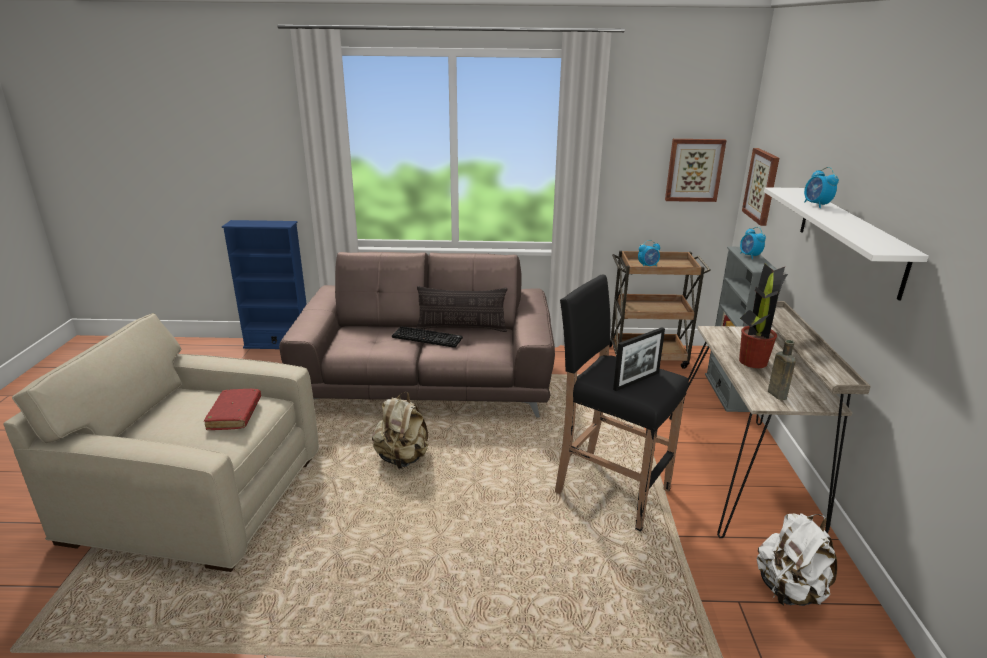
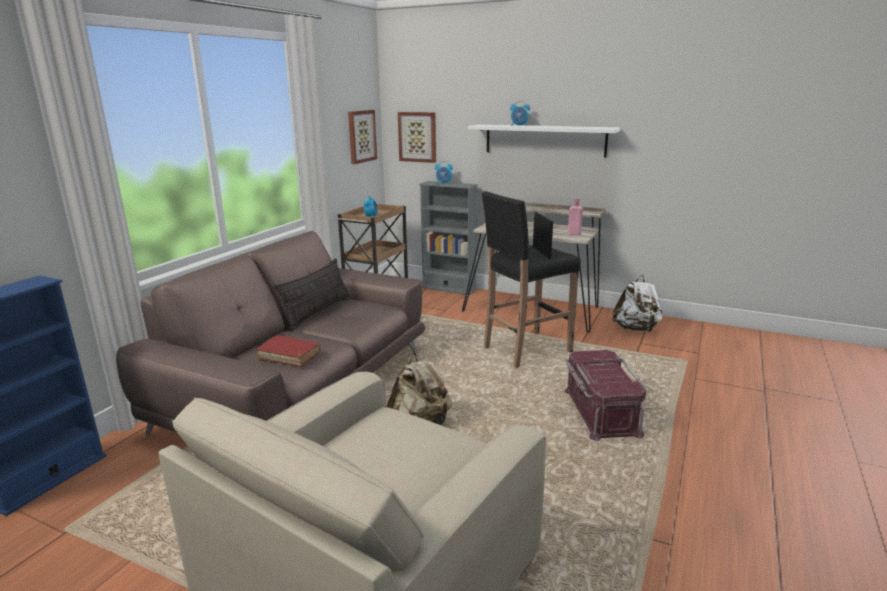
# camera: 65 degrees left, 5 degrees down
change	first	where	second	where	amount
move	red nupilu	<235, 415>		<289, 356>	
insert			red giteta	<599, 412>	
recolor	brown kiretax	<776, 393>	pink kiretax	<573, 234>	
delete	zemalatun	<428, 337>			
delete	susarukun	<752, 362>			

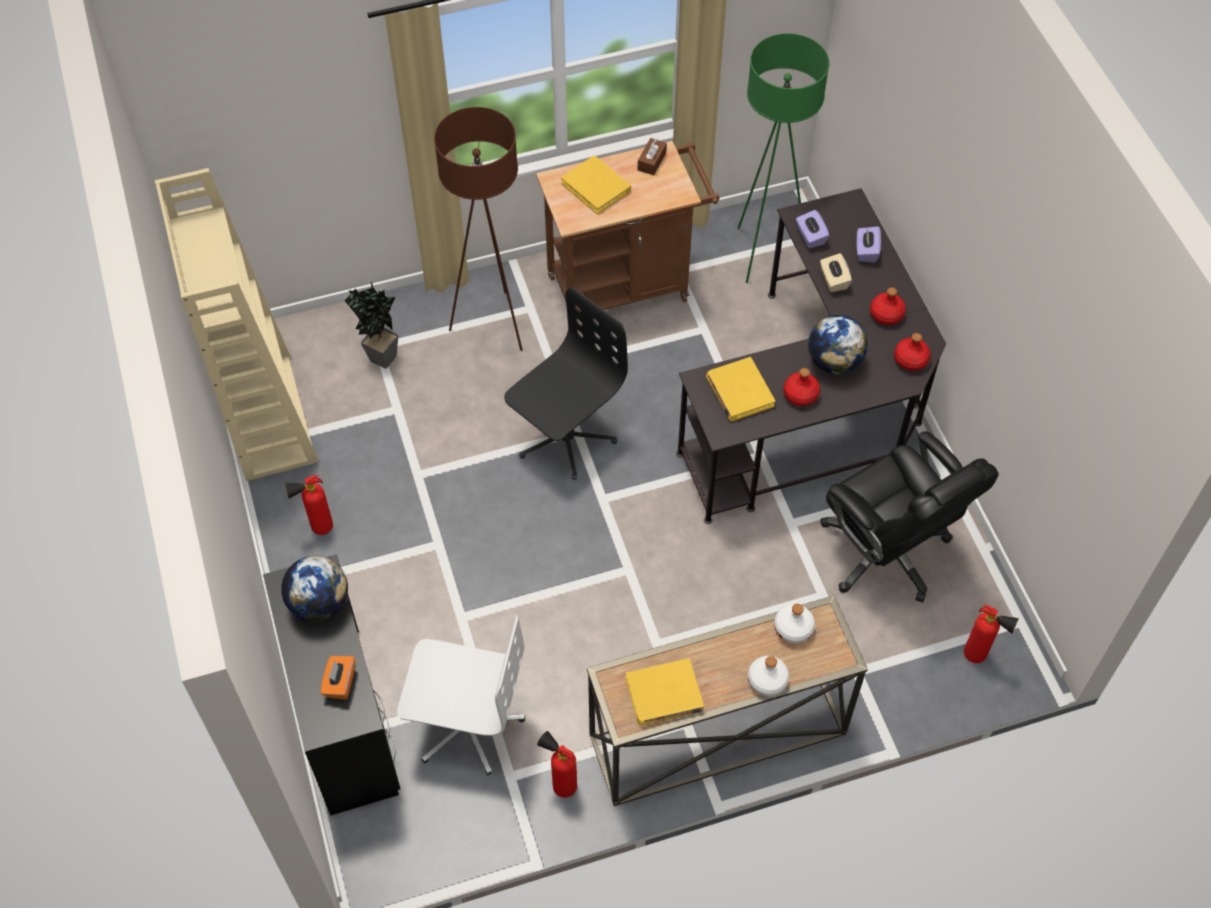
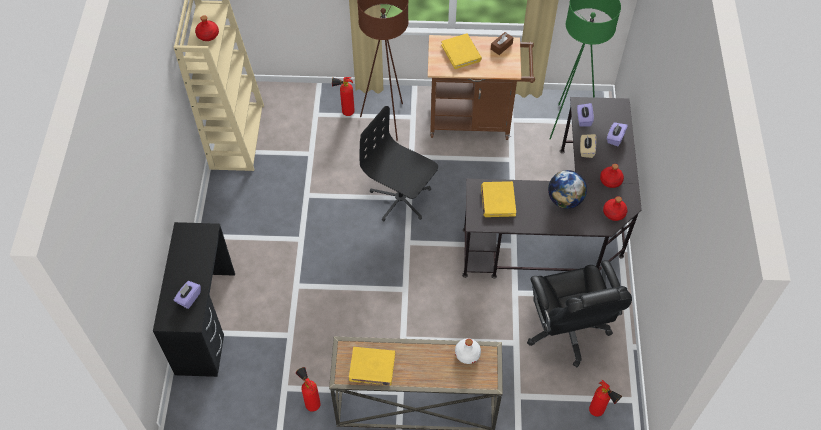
# camera: 20 degrees right, 0 degrees up
change	first	where	second	where	amount
recolor	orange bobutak	<340, 683>	purple bobutak	<189, 298>	
move	red kiretax	<800, 394>		<208, 34>	
move	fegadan	<317, 528>		<345, 112>	
rotate	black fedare	<564, 437>		<400, 199>	120 degrees counterclockwise
delete	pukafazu	<320, 604>			
delete	susarukun	<381, 354>			
delete	white fedare	<467, 725>			
delete	white kiretax	<767, 680>			

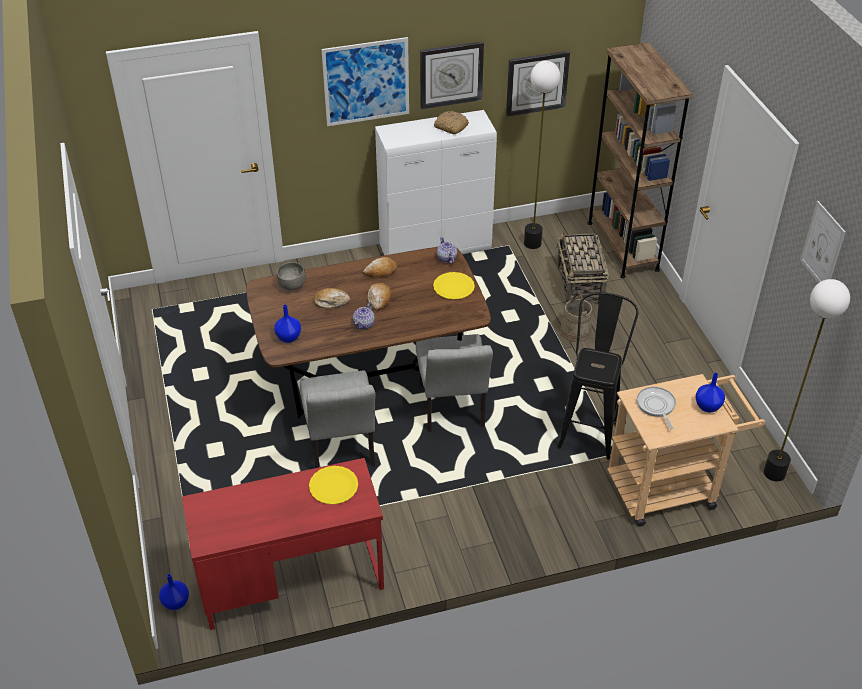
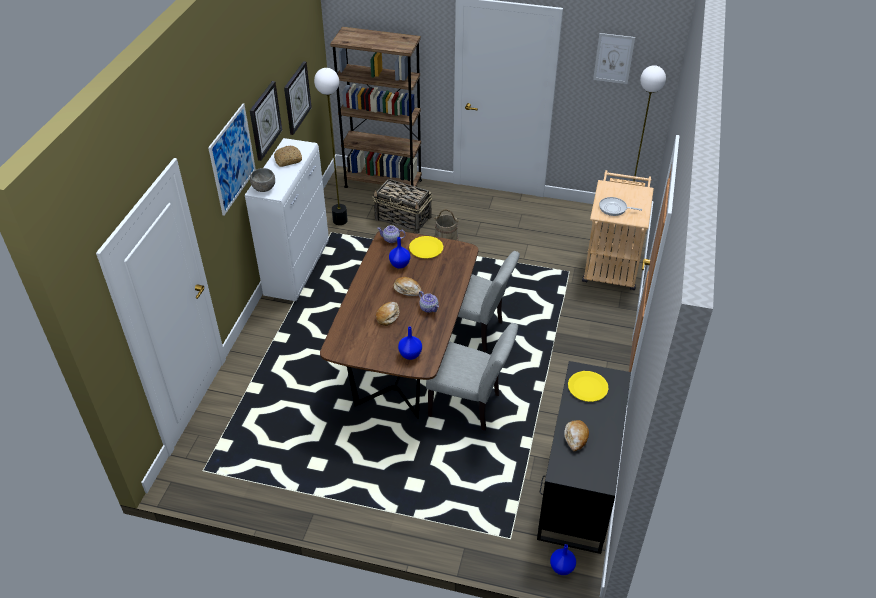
# camera: 60 degrees left, 0 degrees up
change	first	where	second	where	amount
move	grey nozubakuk	<291, 285>		<263, 188>	
move	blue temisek	<708, 407>		<400, 264>	
recolor	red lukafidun	<291, 578>	black lukafidun	<578, 484>	
move	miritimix	<381, 271>		<576, 437>	
delete	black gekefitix	<589, 428>			

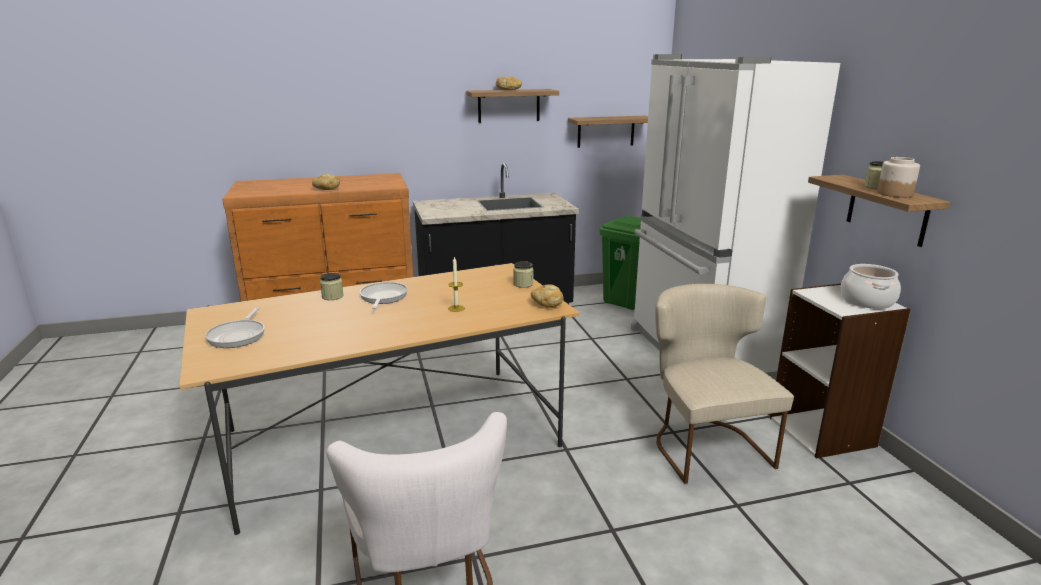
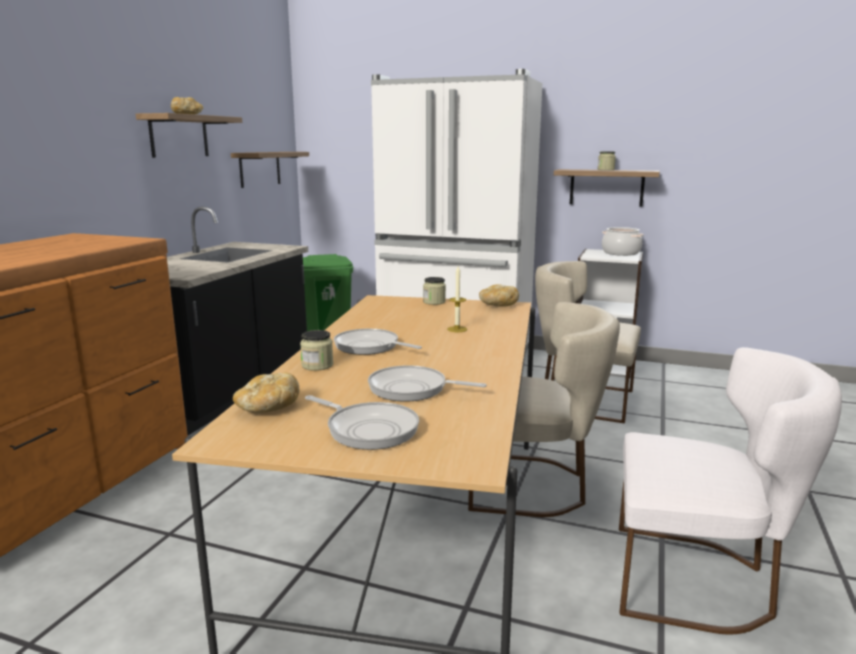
# camera: 55 degrees left, 5 degrees down
change	first	where	second	where	amount
move	miritimix	<326, 189>		<268, 409>	
insert			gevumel	<412, 389>	
insert			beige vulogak	<533, 485>	
delete	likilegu	<894, 194>			

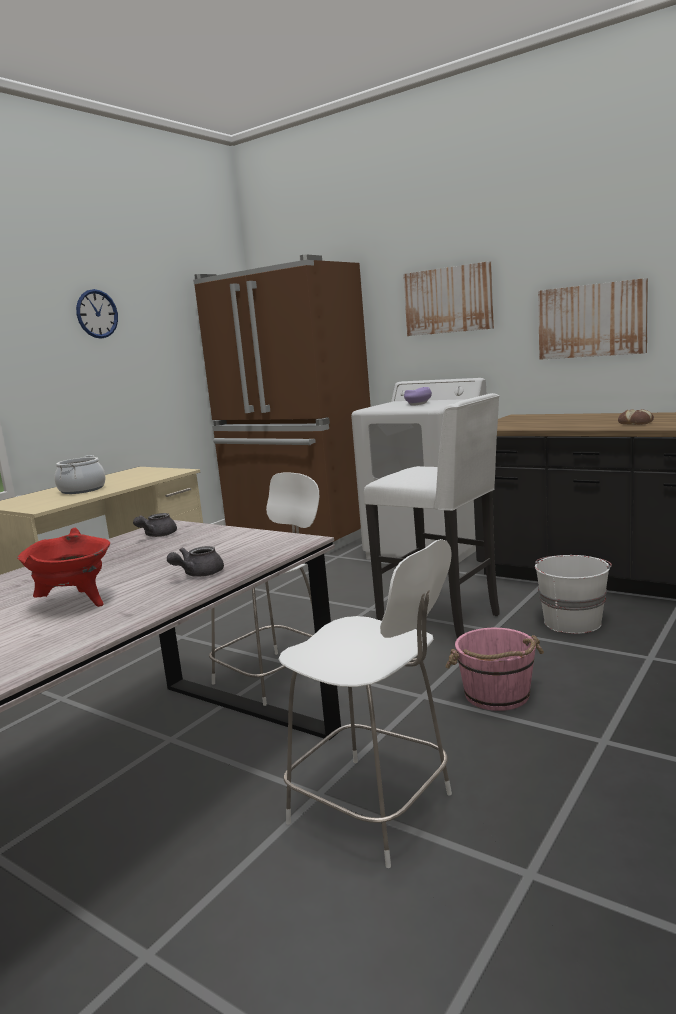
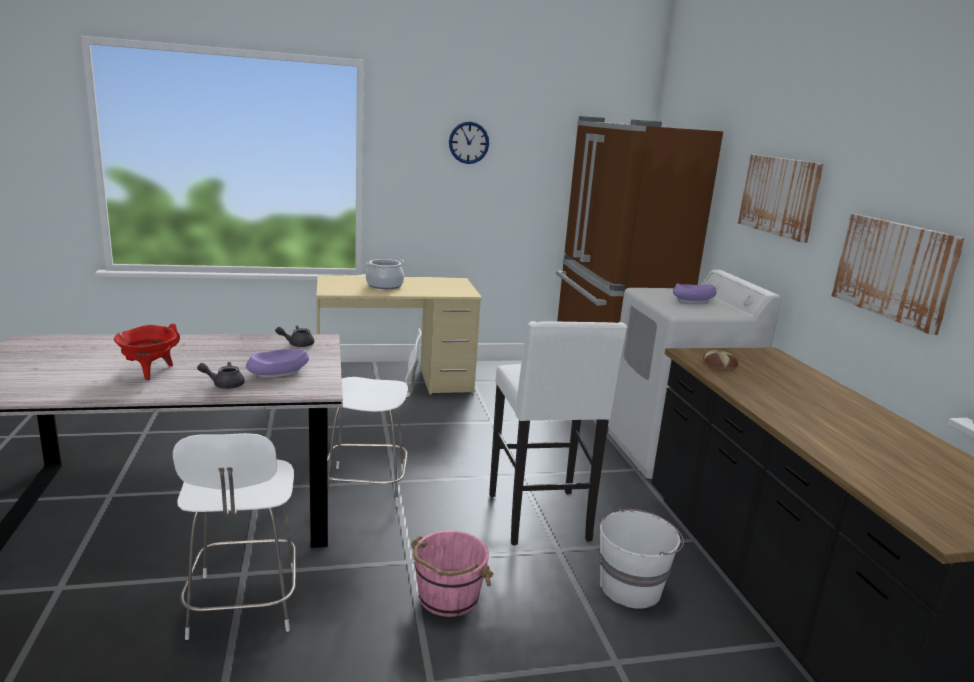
# camera: 40 degrees right, 5 degrees up
change	first	where	second	where	amount
insert			purple nozubakuk	<278, 373>	
move	miritimix	<636, 423>		<719, 365>	

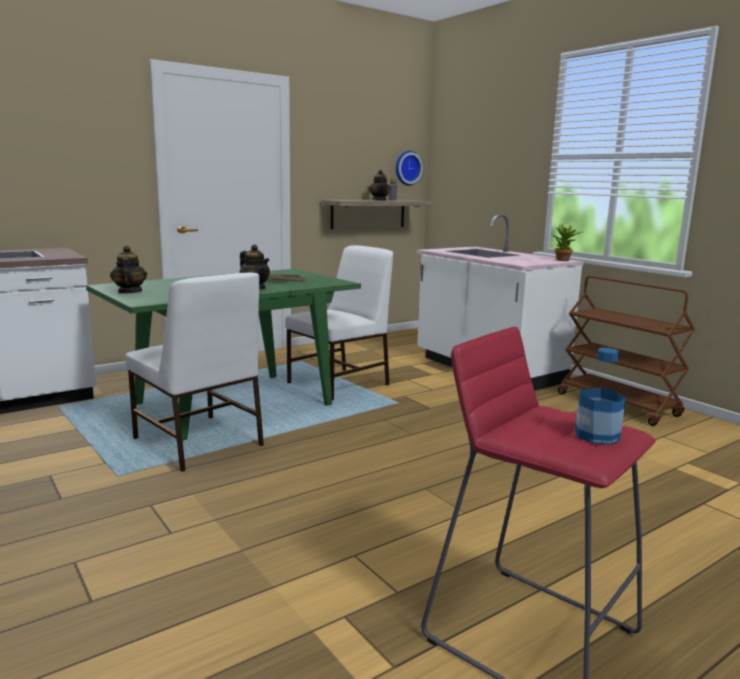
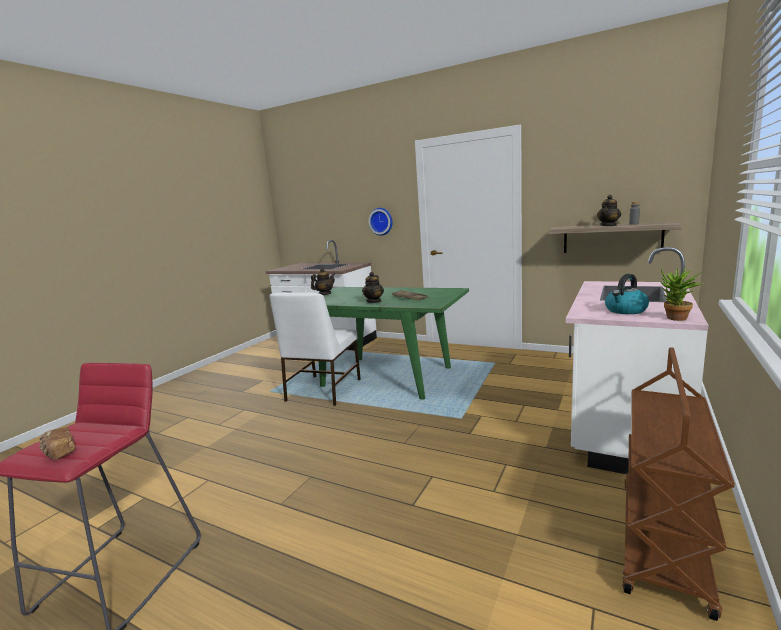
# camera: 65 degrees right, 0 degrees up
change	first	where	second	where	amount
replace	kiretax	<597, 435>	miritimix	<59, 452>	
move	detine	<407, 168>		<381, 221>	
insert			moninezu	<625, 310>	
delete	white vulogak	<340, 384>			

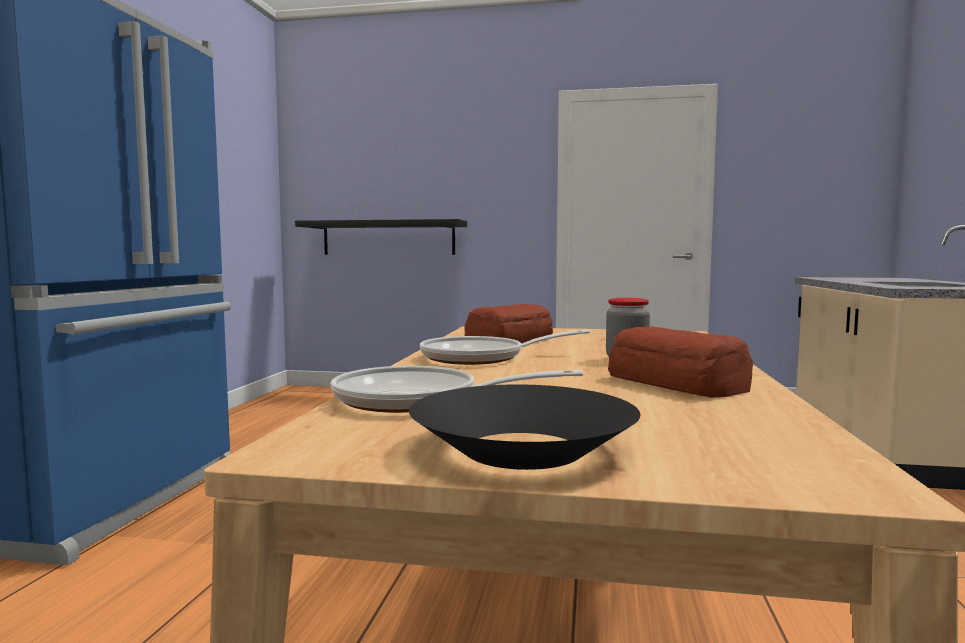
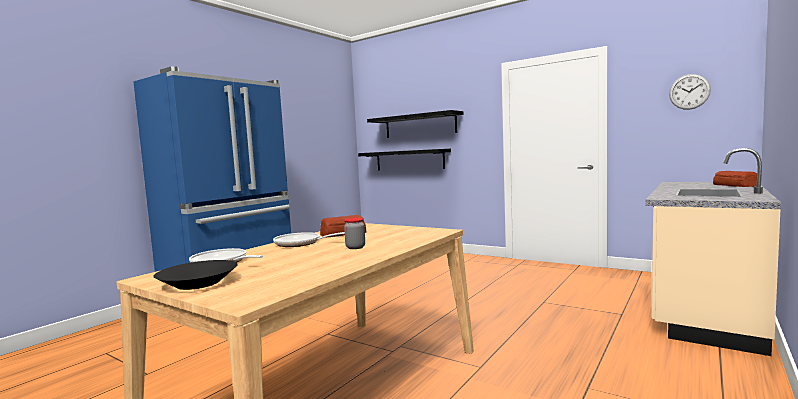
# camera: 25 degrees right, 0 degrees up
change	first	where	second	where	amount
insert			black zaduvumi	<420, 125>	
insert			detine	<689, 91>	
move	miritimix	<675, 383>		<735, 185>	

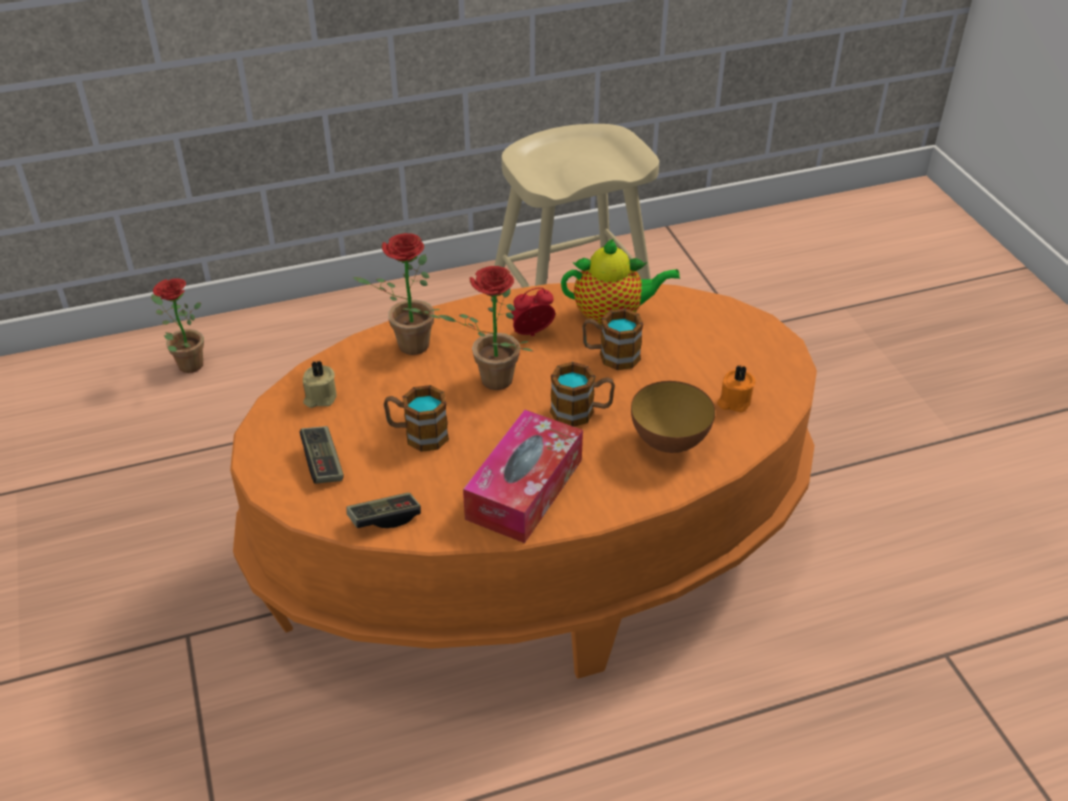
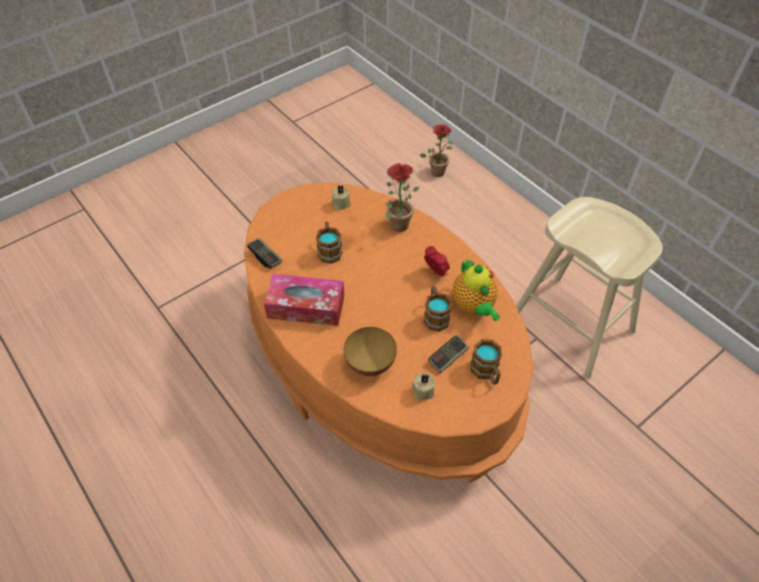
# camera: 70 degrees right, 10 degrees up
change	first	where	second	where	amount
recolor	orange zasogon	<733, 401>	beige zasogon	<422, 390>	
move	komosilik	<323, 463>		<448, 358>	
move	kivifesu	<581, 412>		<486, 372>	
delete	susarukun	<490, 382>			

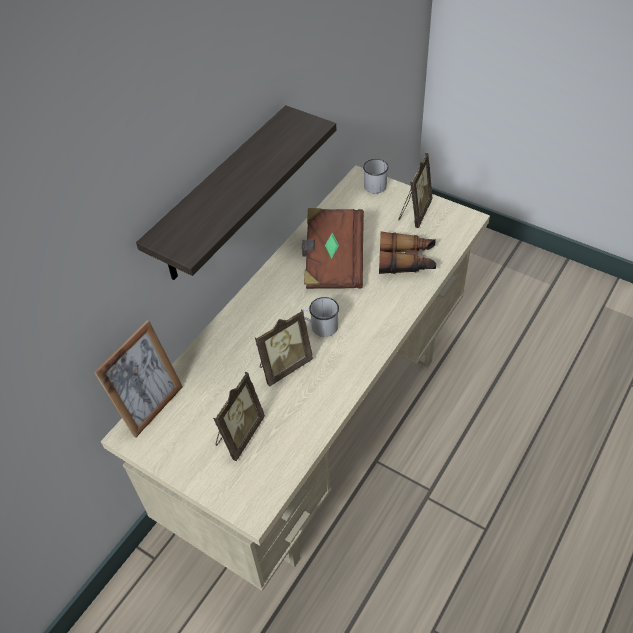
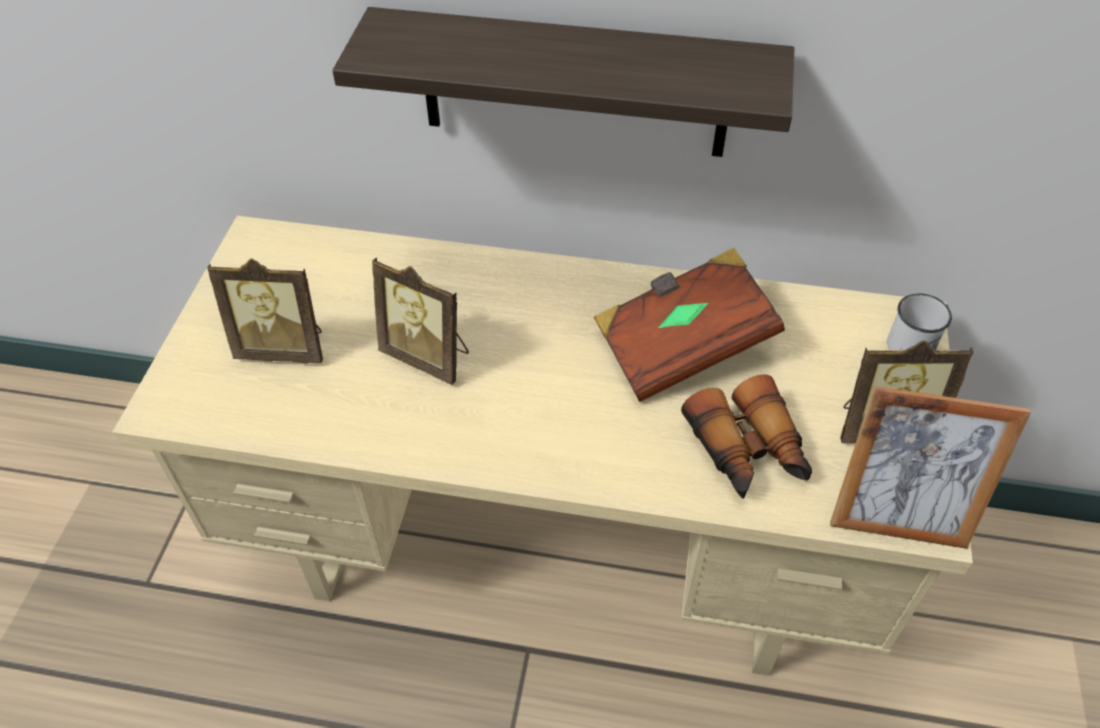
# camera: 65 degrees right, 0 degrees up
change	first	where	second	where	amount
move	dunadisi	<152, 407>		<897, 520>	
delete	white kivifesu	<320, 326>			

